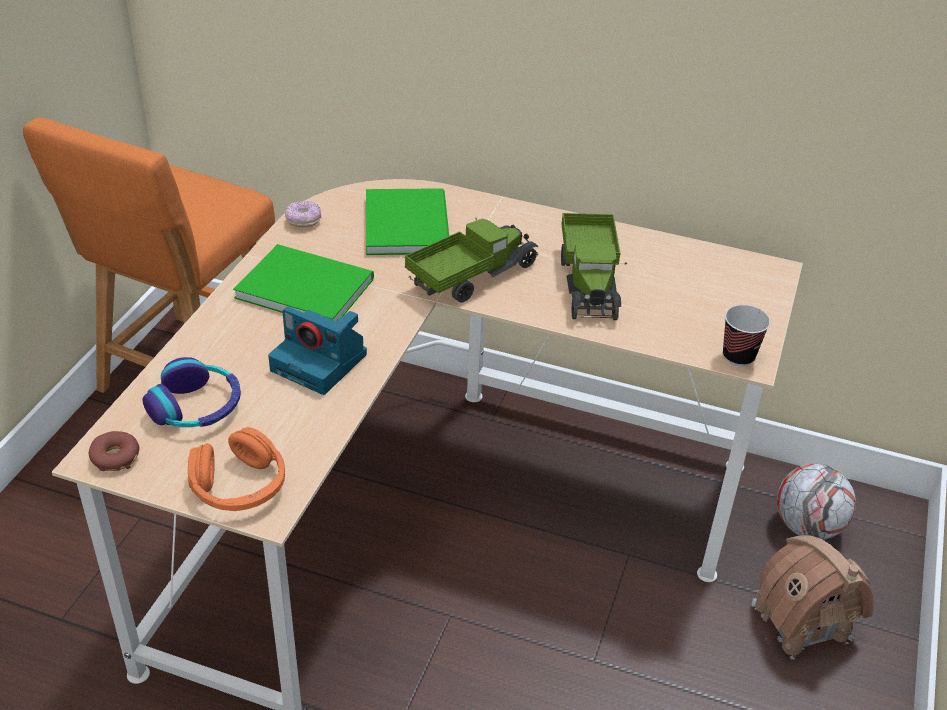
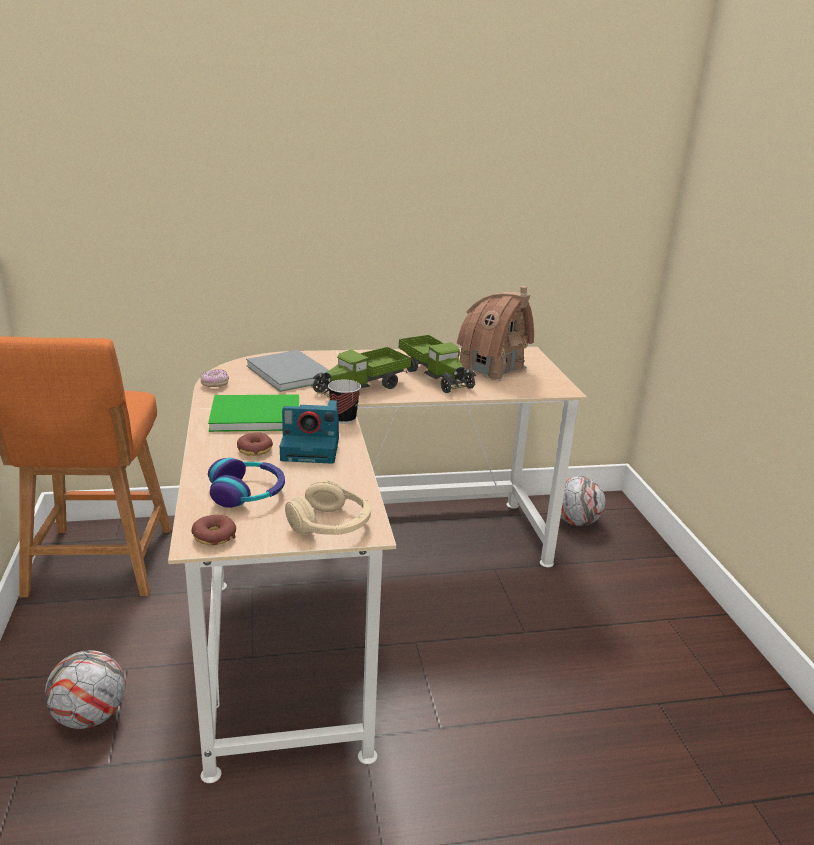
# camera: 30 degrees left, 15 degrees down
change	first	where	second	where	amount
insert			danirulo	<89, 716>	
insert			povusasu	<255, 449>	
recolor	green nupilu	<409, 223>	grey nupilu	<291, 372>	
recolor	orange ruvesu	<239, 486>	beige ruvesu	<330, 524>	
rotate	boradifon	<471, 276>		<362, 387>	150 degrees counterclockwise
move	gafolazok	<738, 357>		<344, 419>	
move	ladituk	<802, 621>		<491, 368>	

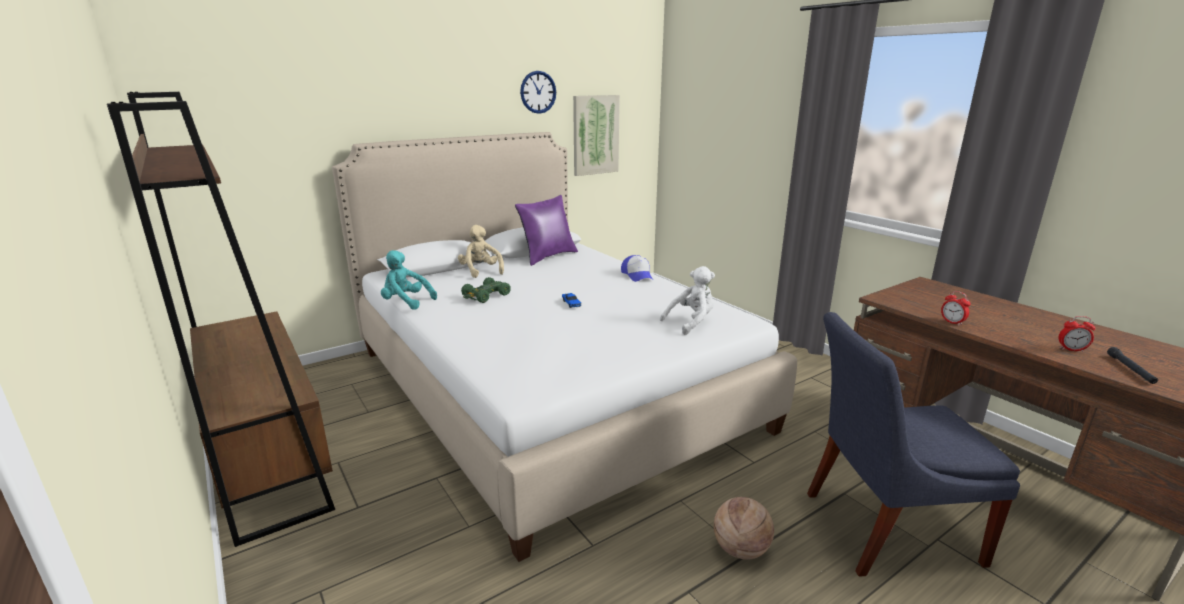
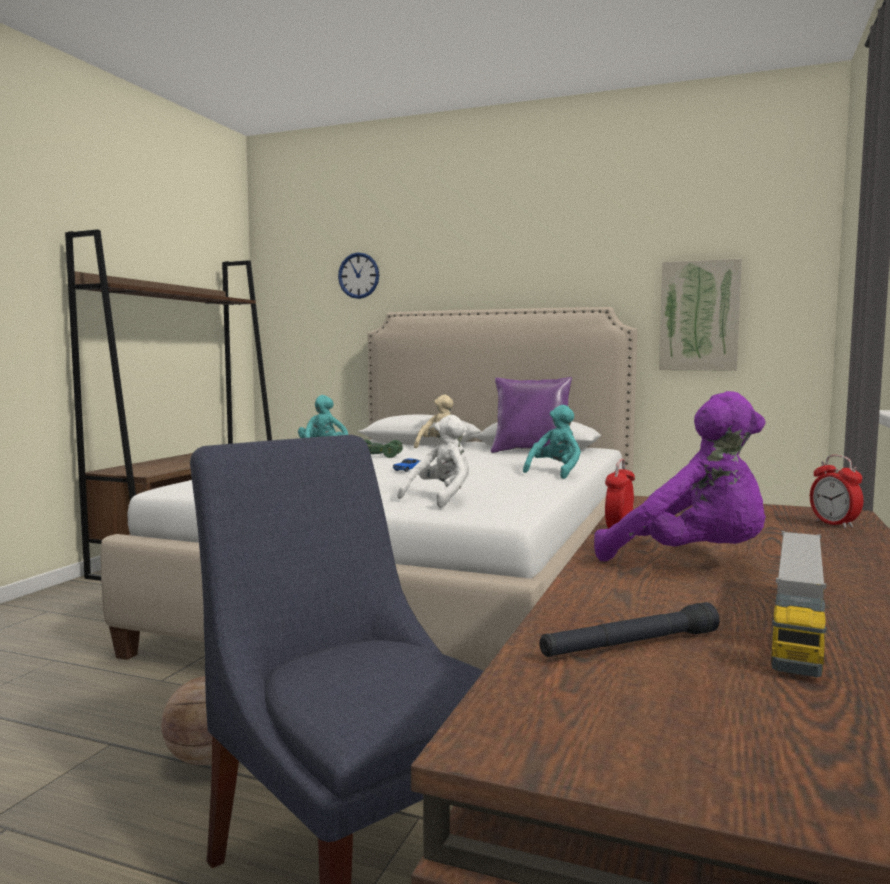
# camera: 55 degrees right, 15 degrees down
change	first	where	second	where	amount
move	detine	<538, 92>		<358, 275>	
rotate	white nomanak	<691, 322>		<441, 498>	75 degrees counterclockwise
replace	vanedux	<637, 275>	turquoise nomanak	<555, 472>	
insert			purple nomanak	<692, 561>	
insert			boradifon	<797, 627>	
move	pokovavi	<1071, 349>		<834, 524>	

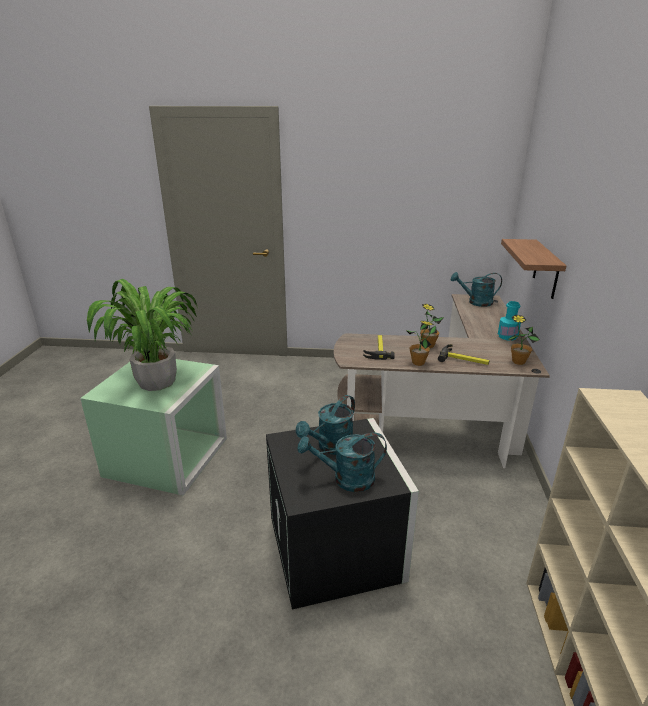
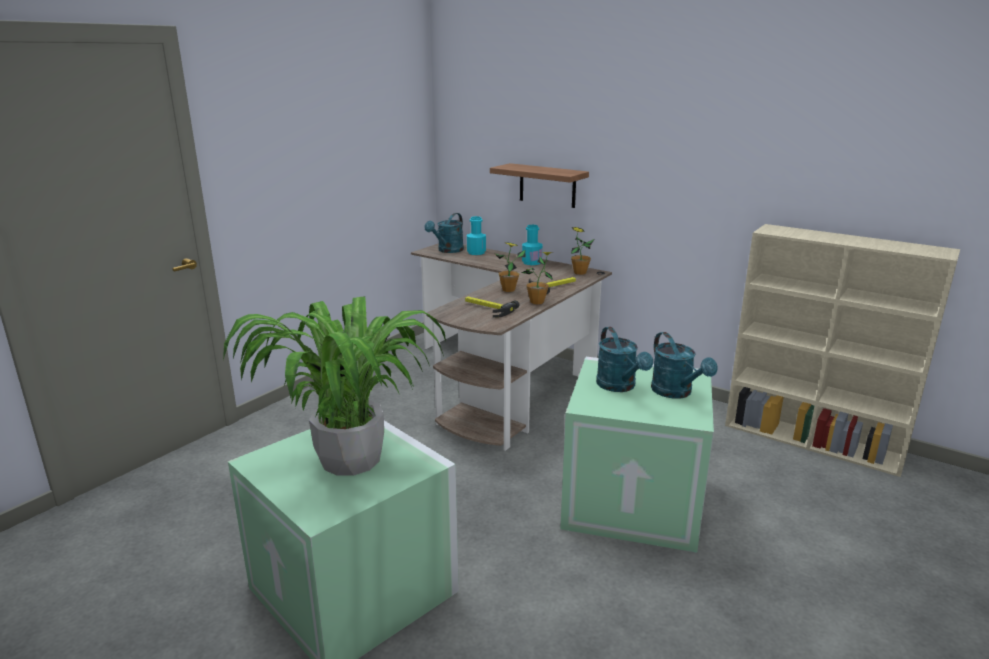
# camera: 60 degrees left, 5 degrees down
change	first	where	second	where	amount
insert			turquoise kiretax	<476, 252>	
recolor	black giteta	<337, 549>	green giteta	<634, 500>	
rotate	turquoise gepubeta	<346, 479>		<676, 393>	45 degrees counterclockwise

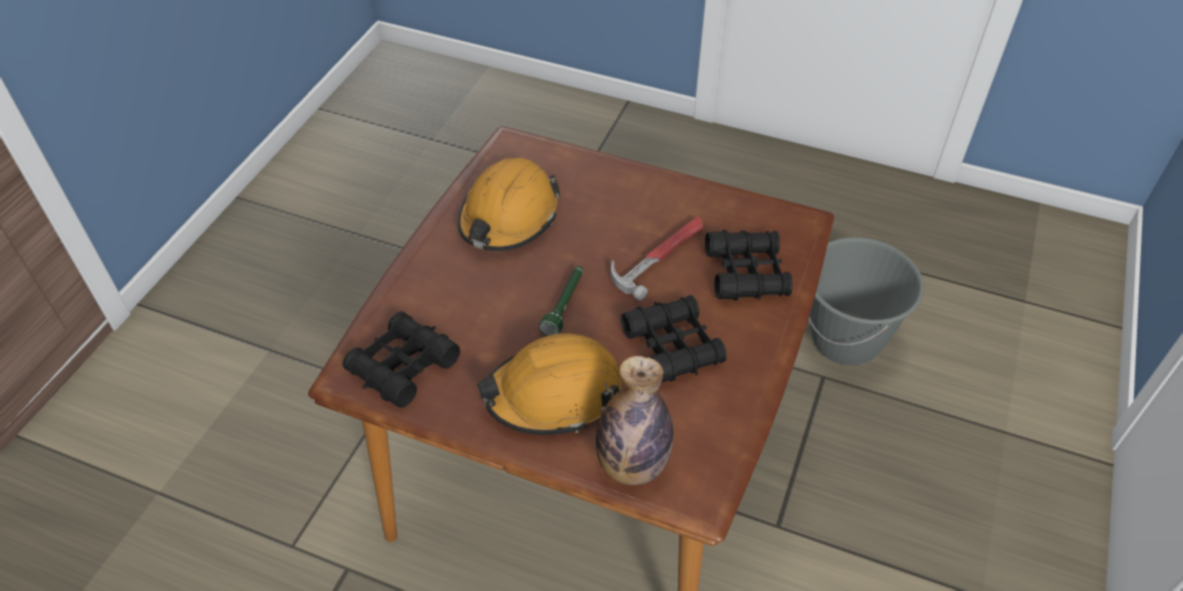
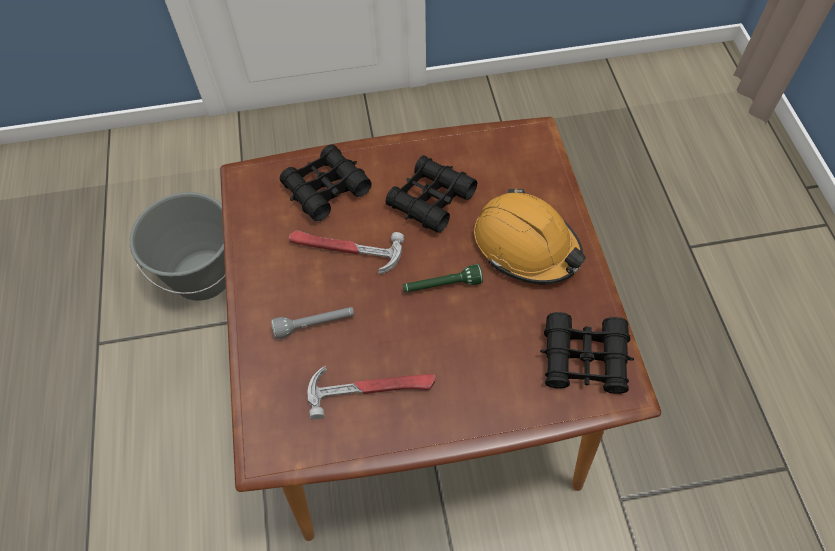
# camera: 120 degrees left, 10 degrees up
change	first	where	second	where	amount
insert			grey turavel	<315, 324>	
replace	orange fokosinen	<508, 218>	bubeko	<372, 388>	
delete	kiretax	<632, 465>			

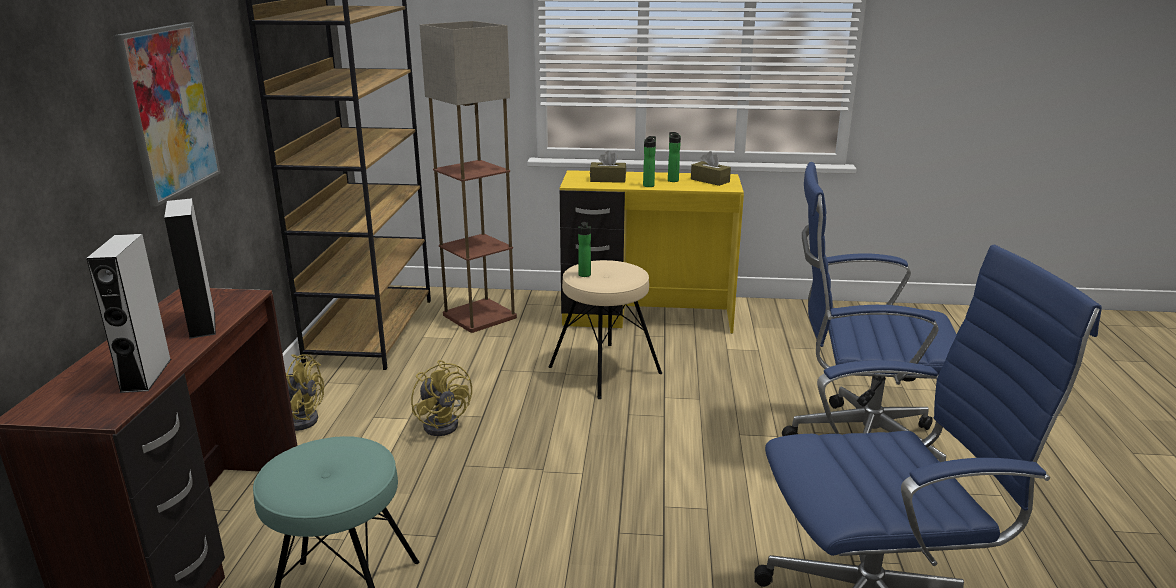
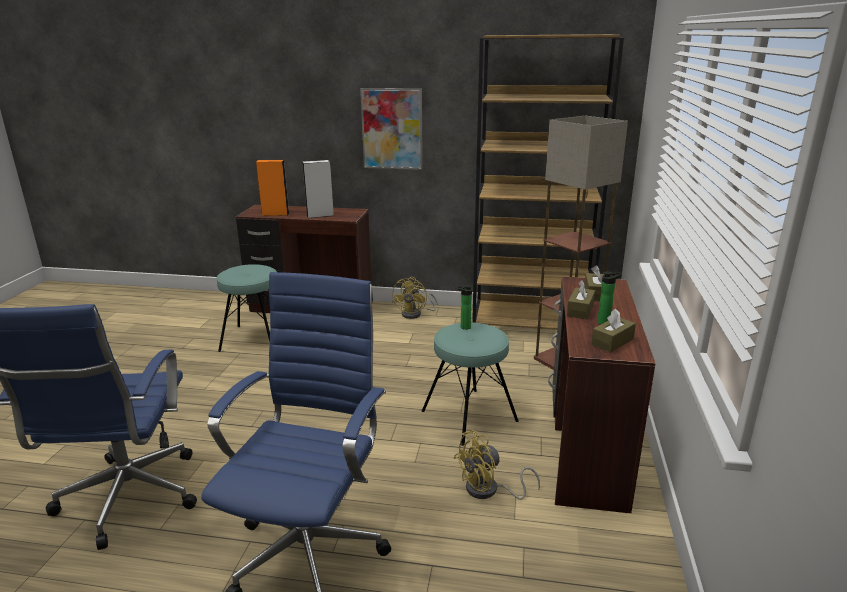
# camera: 95 degrees right, 0 degrees up
change	first	where	second	where	amount
recolor	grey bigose	<146, 375>	orange bigose	<275, 214>	
recolor	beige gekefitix	<604, 370>	turquoise gekefitix	<469, 416>	
move	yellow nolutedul	<444, 423>		<489, 491>	
recolor	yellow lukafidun	<647, 318>	brown lukafidun	<584, 448>	
replace	kiretax	<649, 185>	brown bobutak	<580, 310>	

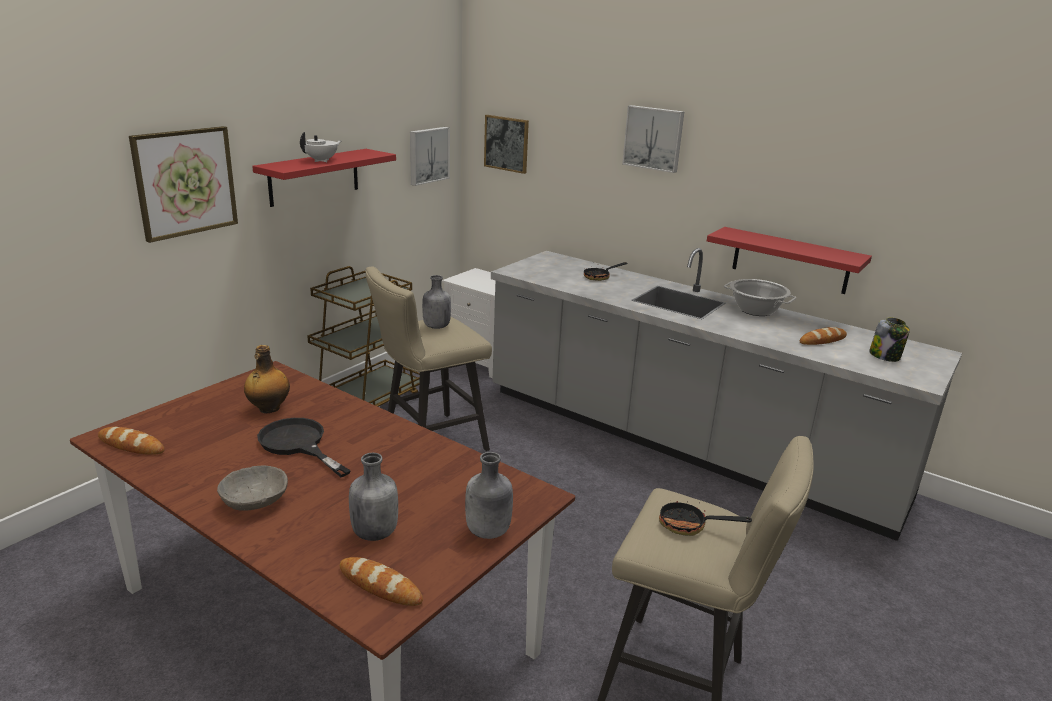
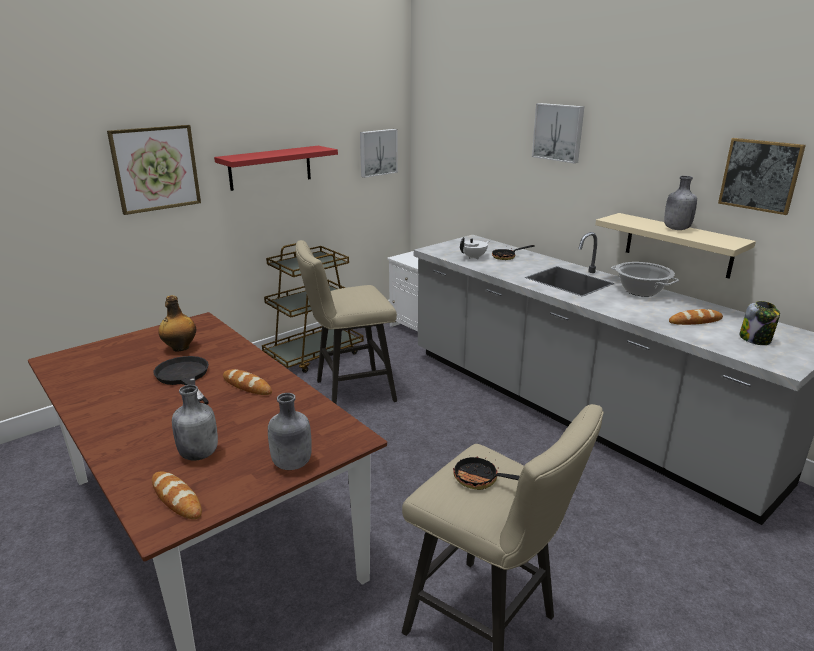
# camera: 15 degrees right, 0 degrees up
change	first	where	second	where	amount
move	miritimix	<131, 445>		<247, 385>	
move	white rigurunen	<322, 160>		<474, 257>	
recolor	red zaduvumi	<790, 260>	beige zaduvumi	<678, 245>	
move	grey kiretax	<436, 326>		<676, 229>	
move	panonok	<506, 143>		<760, 175>	
delete	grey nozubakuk	<255, 501>			

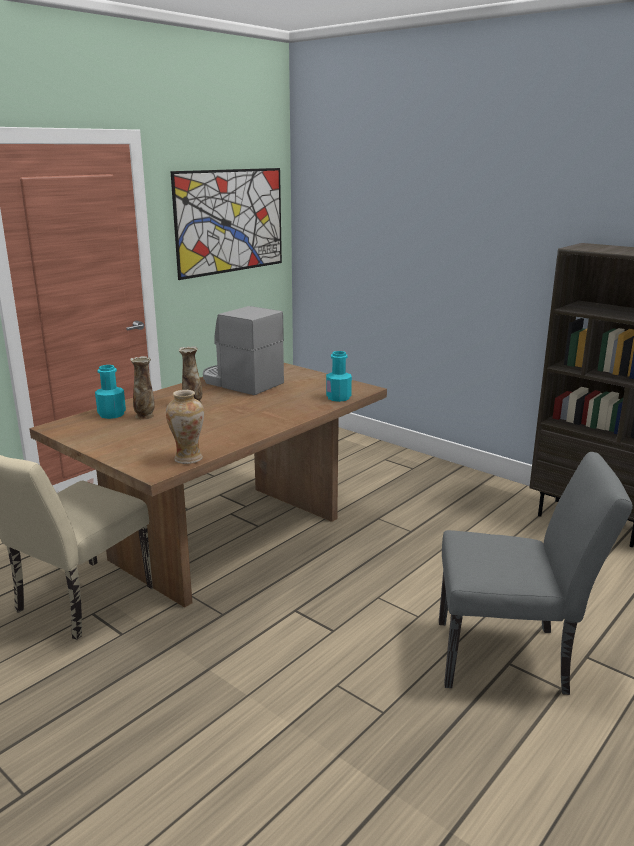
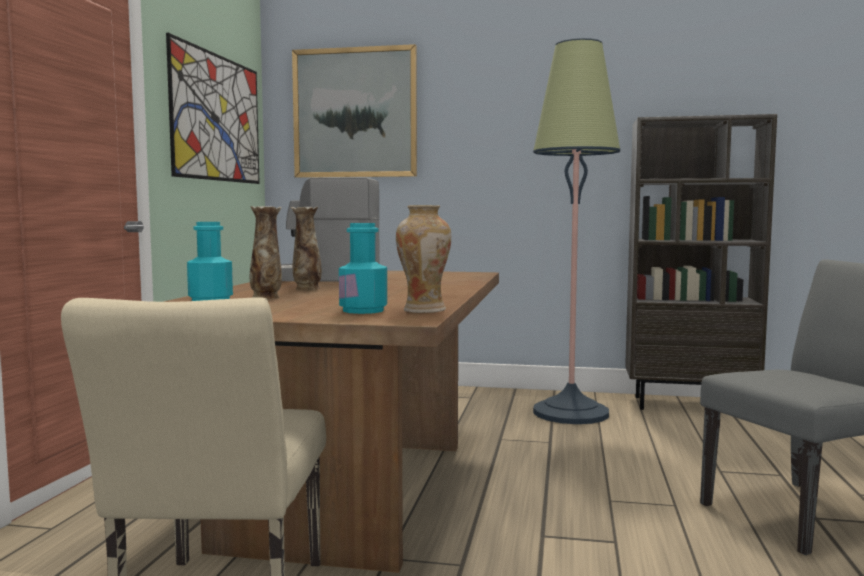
# camera: 30 degrees left, 15 degrees down
change	first	where	second	where	amount
insert			panonok	<355, 113>	
move	turquoise kiretax	<338, 397>		<363, 310>	
insert			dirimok	<570, 413>	

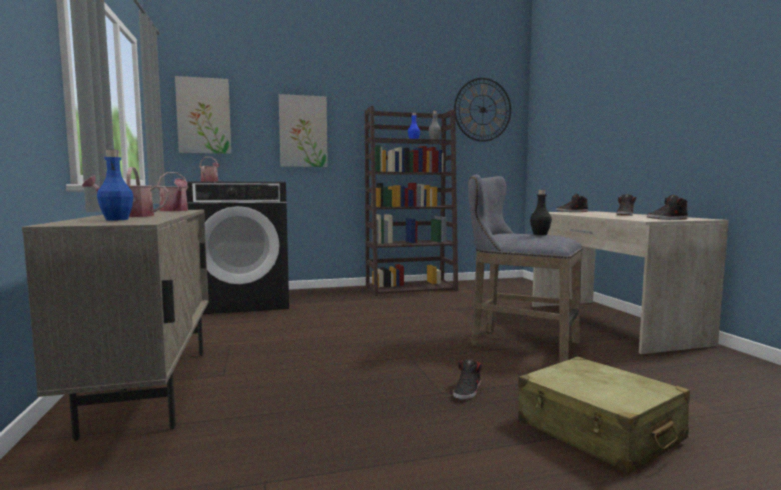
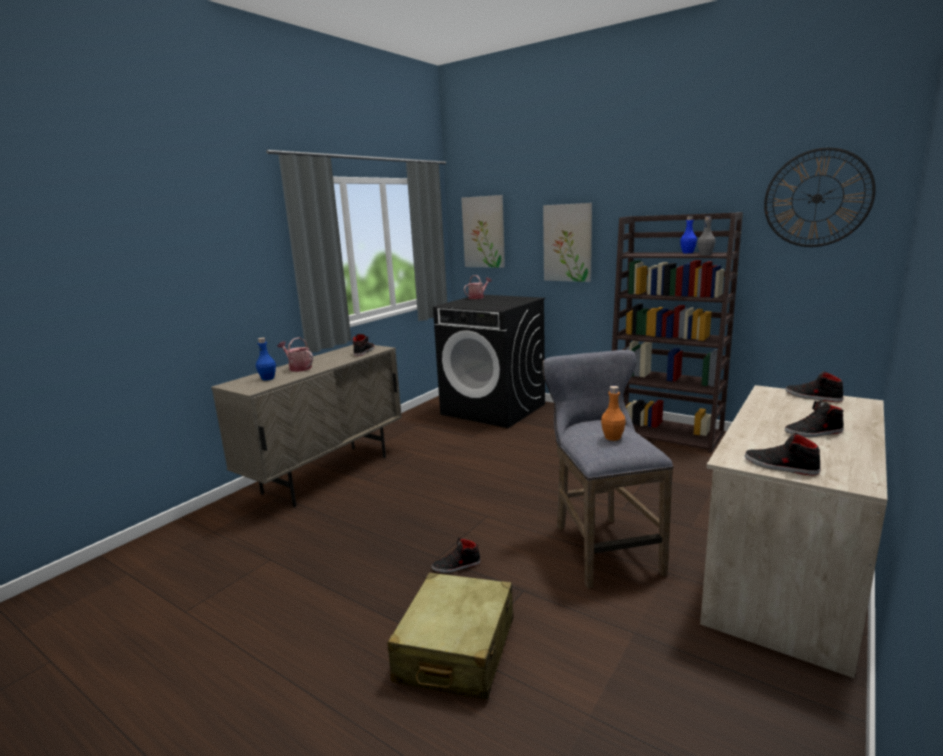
# camera: 50 degrees right, 10 degrees up
change	first	where	second	where	amount
replace	gepubeta	<175, 210>	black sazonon	<364, 352>	
recolor	black kiretax	<540, 234>	orange kiretax	<612, 437>	

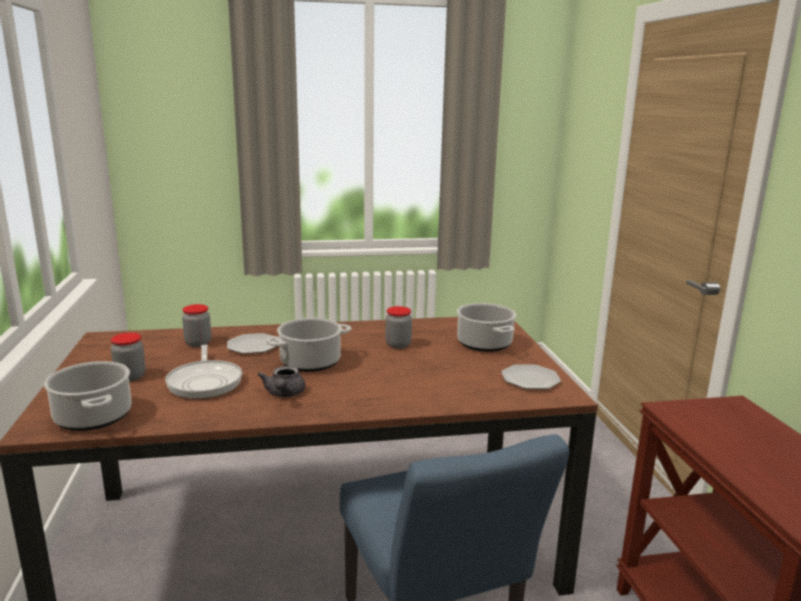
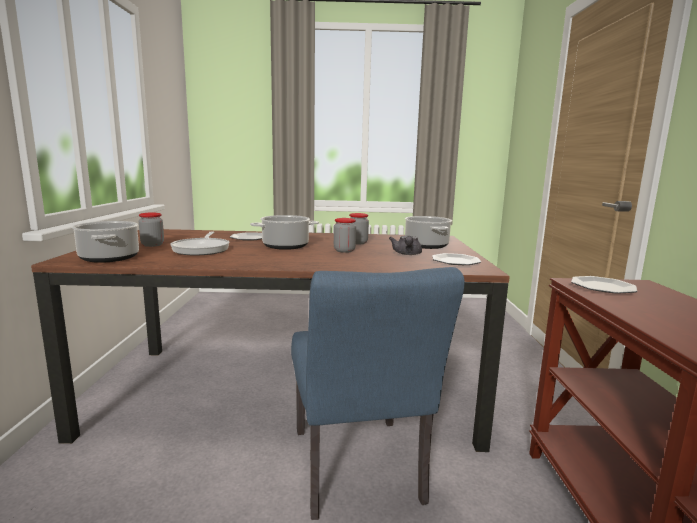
# camera: 10 degrees right, 5 degrees down
change	first	where	second	where	amount
move	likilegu	<198, 343>		<344, 250>	
move	grey rigurunen	<284, 394>		<407, 254>	
insert			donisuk	<602, 287>	

